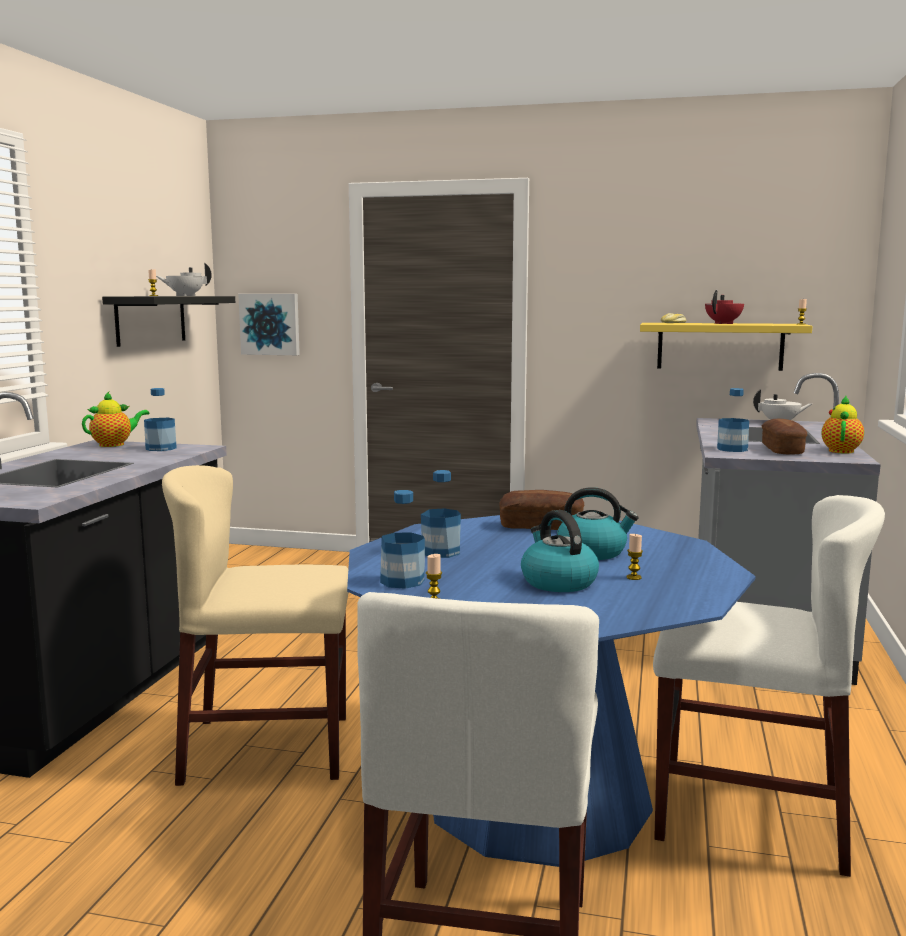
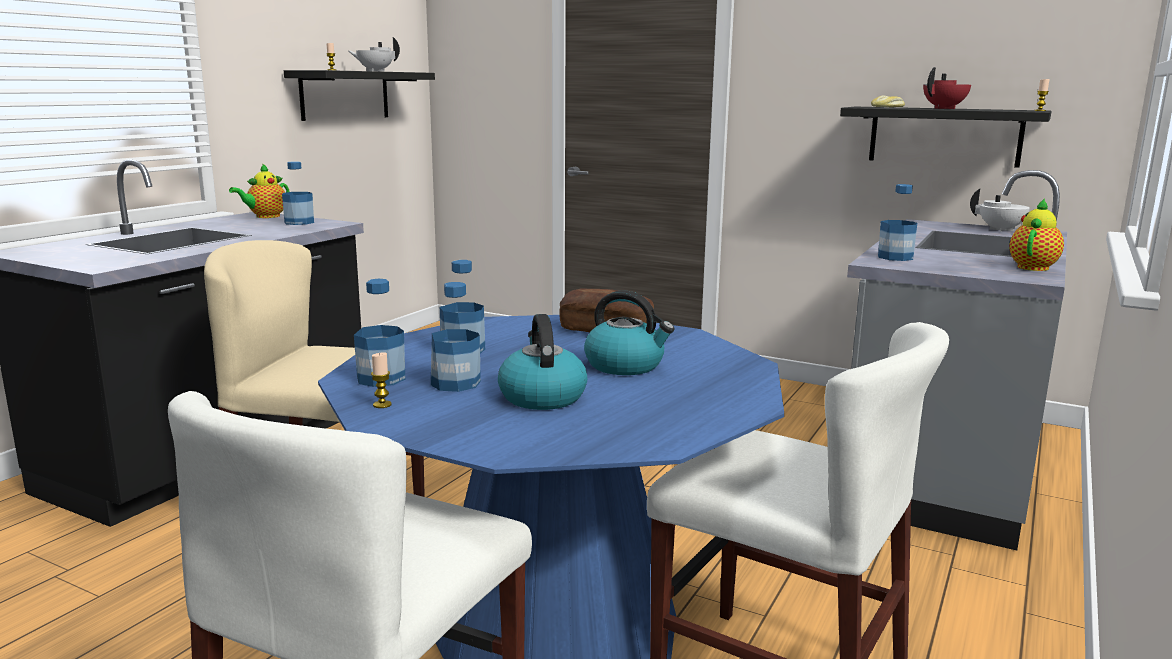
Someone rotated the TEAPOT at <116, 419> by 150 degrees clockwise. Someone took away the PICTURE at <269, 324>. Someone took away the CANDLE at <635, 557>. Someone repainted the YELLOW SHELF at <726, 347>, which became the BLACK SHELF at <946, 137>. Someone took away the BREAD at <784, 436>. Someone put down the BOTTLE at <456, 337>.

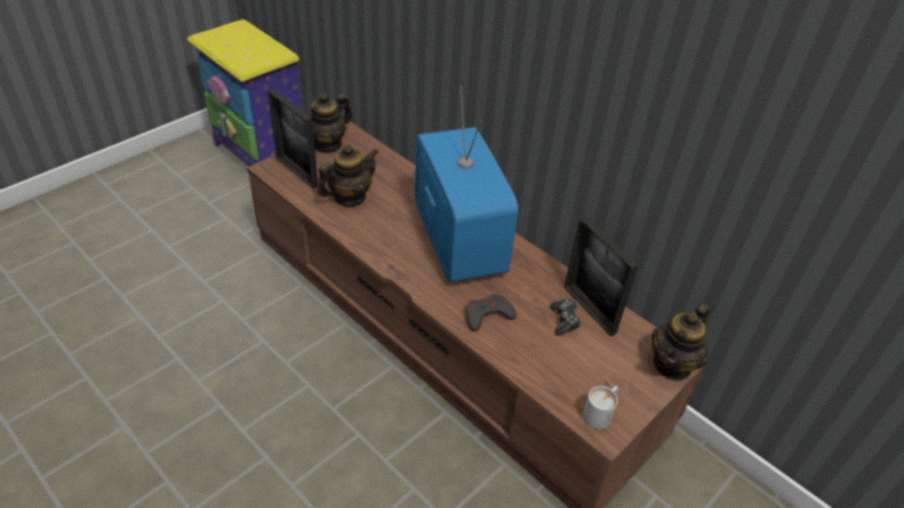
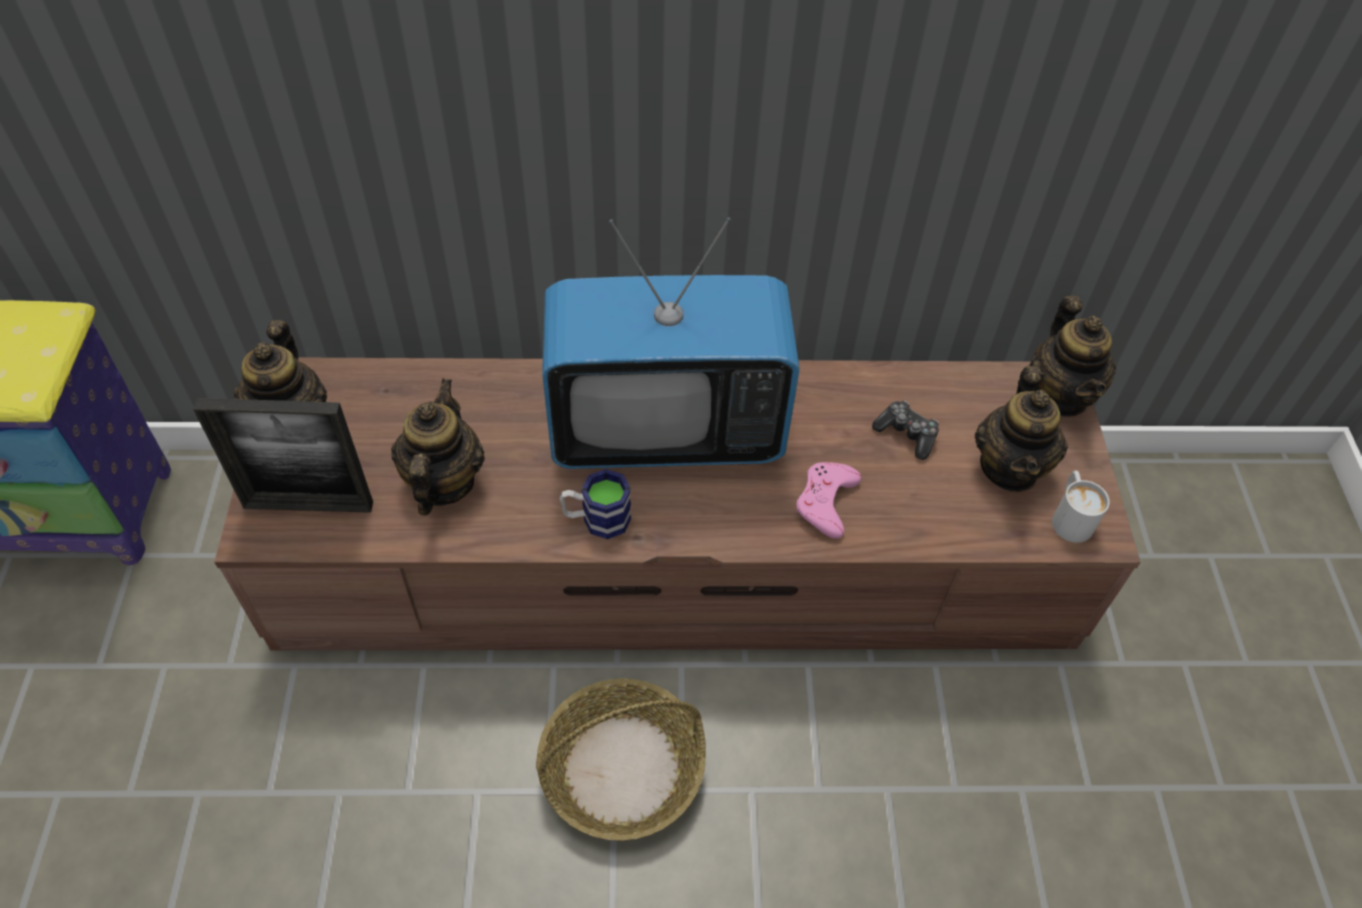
Someone rotated the TELEVISION at <466, 184> by 150 degrees clockwise. Someone repainted the GREY GAME CONTROLLER at <491, 312>, which became the PINK GAME CONTROLLER at <828, 500>. Someone took away the PICTURE FRAME at <601, 276>. Someone put down the BASKET at <621, 759>. Someone put down the MUG at <595, 504>. Someone put down the TEAPOT at <1021, 429>.

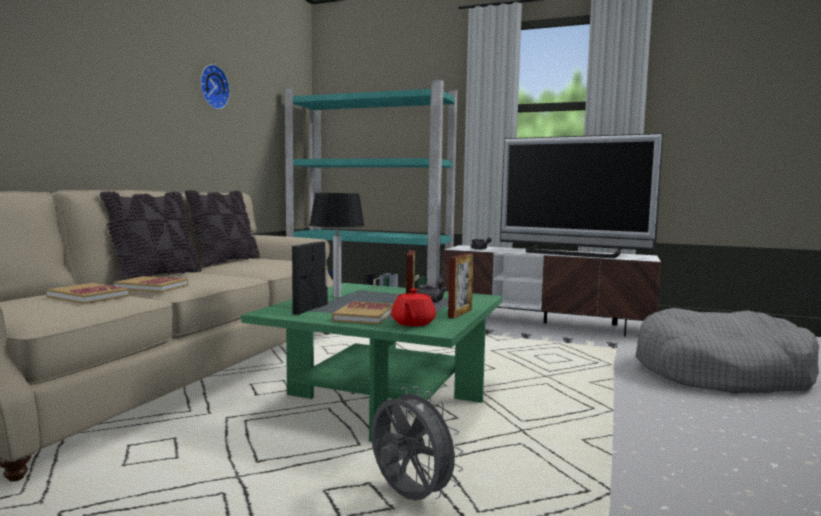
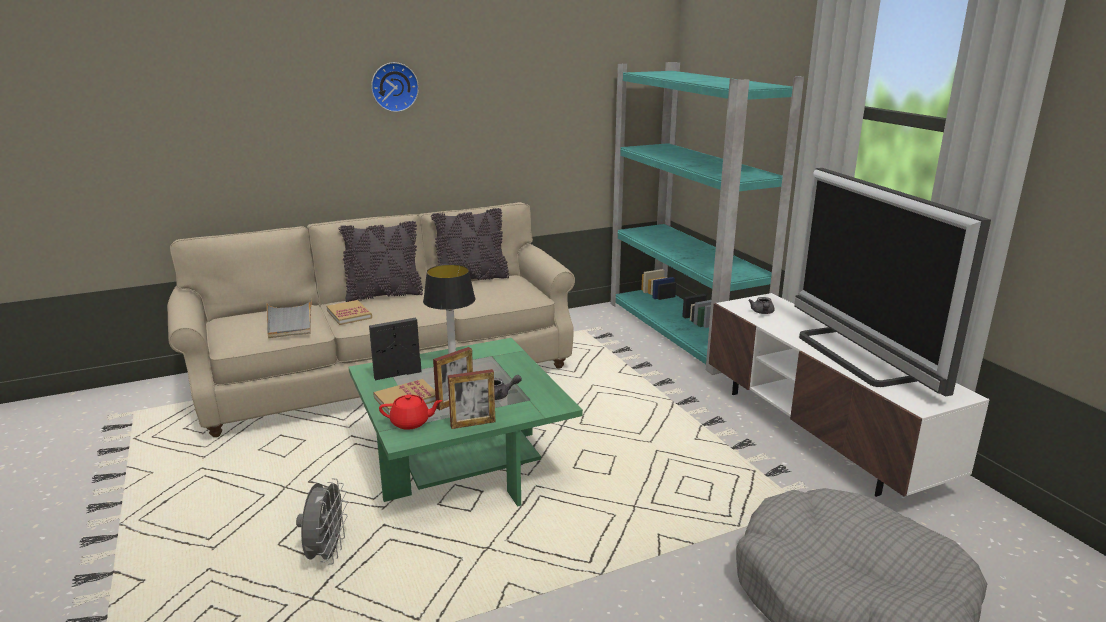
Someone swapped the BOOK at <88, 293> for the GREY TRAY at <289, 318>. Someone carried the WALL CLOCK from <215, 86> to <395, 87>. Someone rotated the RED TEAPOT at <413, 307> by 150 degrees counterclockwise.

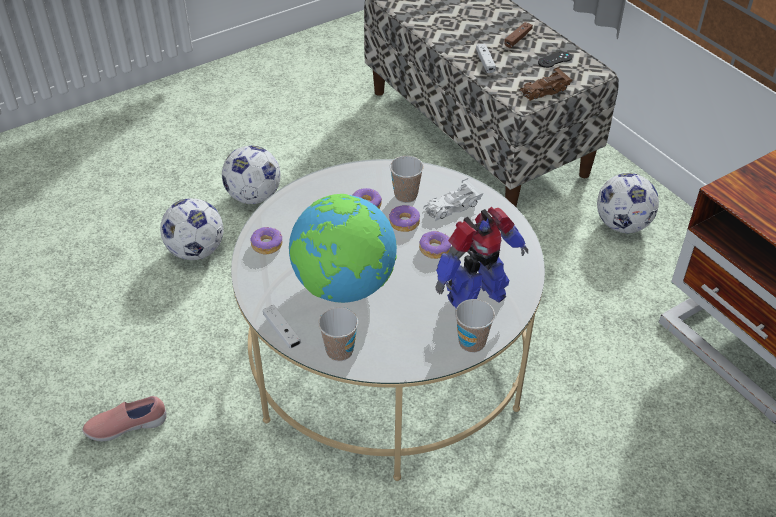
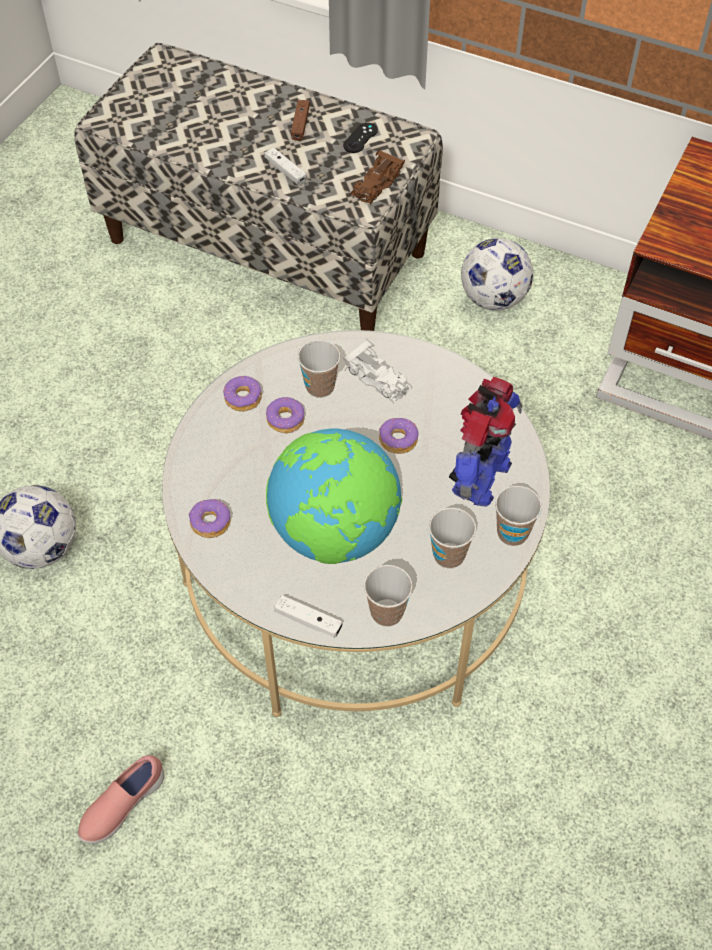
Someone took away the FOOTBALL at <251, 175>. Someone carried the DONUT from <404, 218> to <242, 393>. Someone rotated the WHITE TOY CAR at <453, 199> by 75 degrees counterclockwise. Someone put down the CUP at <452, 538>.

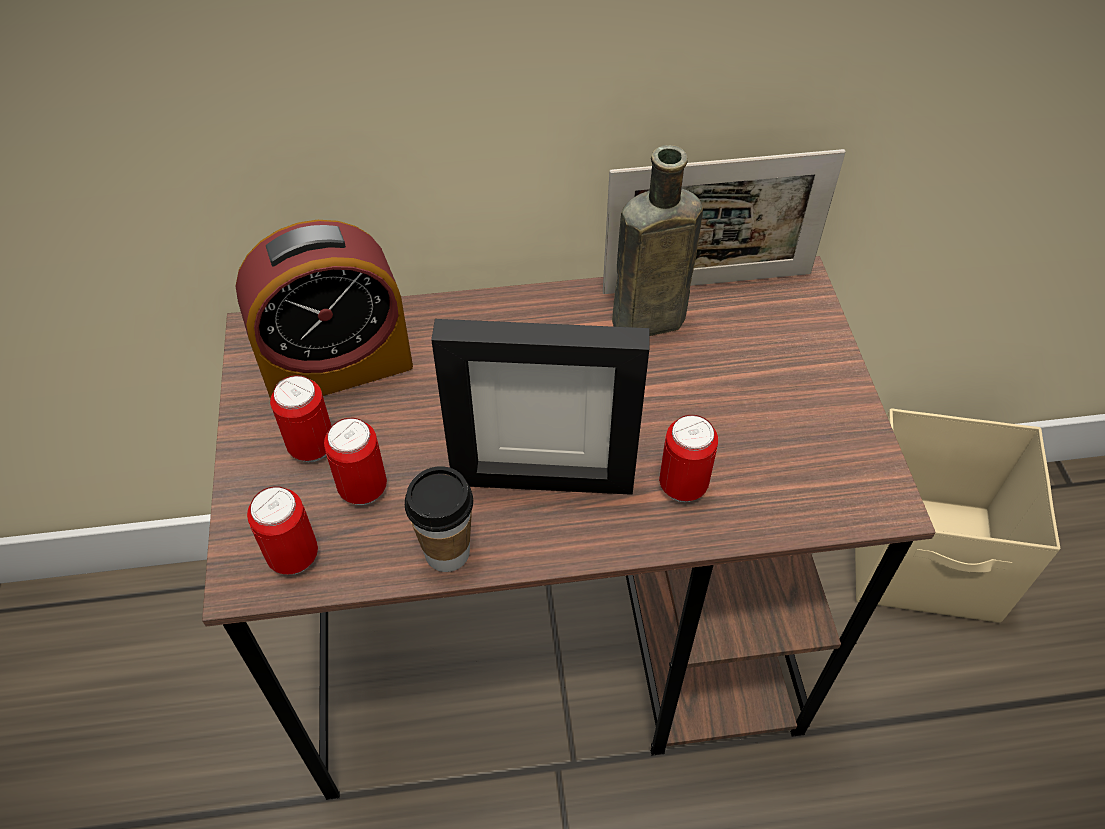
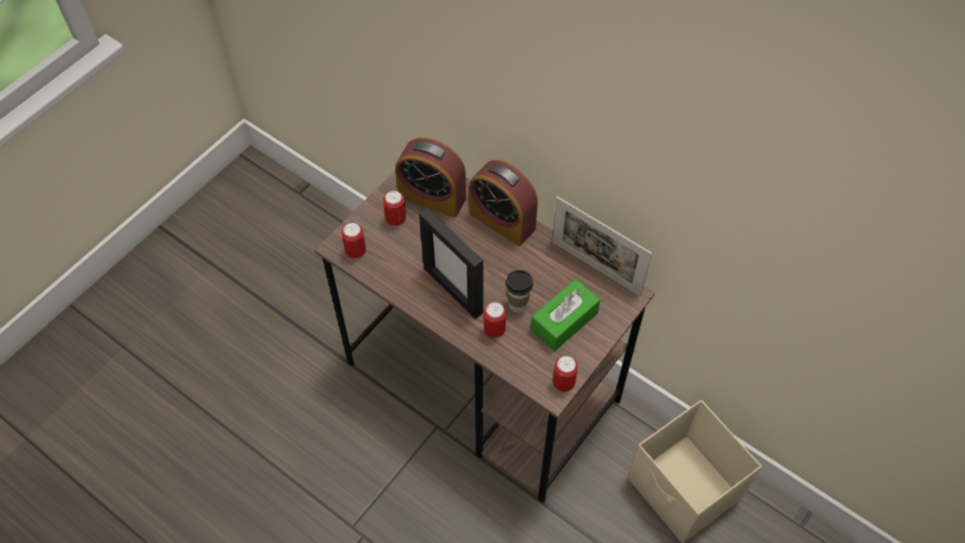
Someone carried the CAN from <355, 461> to <565, 374>. Someone carried the CUP from <439, 519> to <519, 291>. Someone took away the BROWN BOTTLE at <657, 240>. Someone put down the ALARM CLOCK at <503, 203>. Someone put down the GREEN TISSUE BOX at <565, 315>.

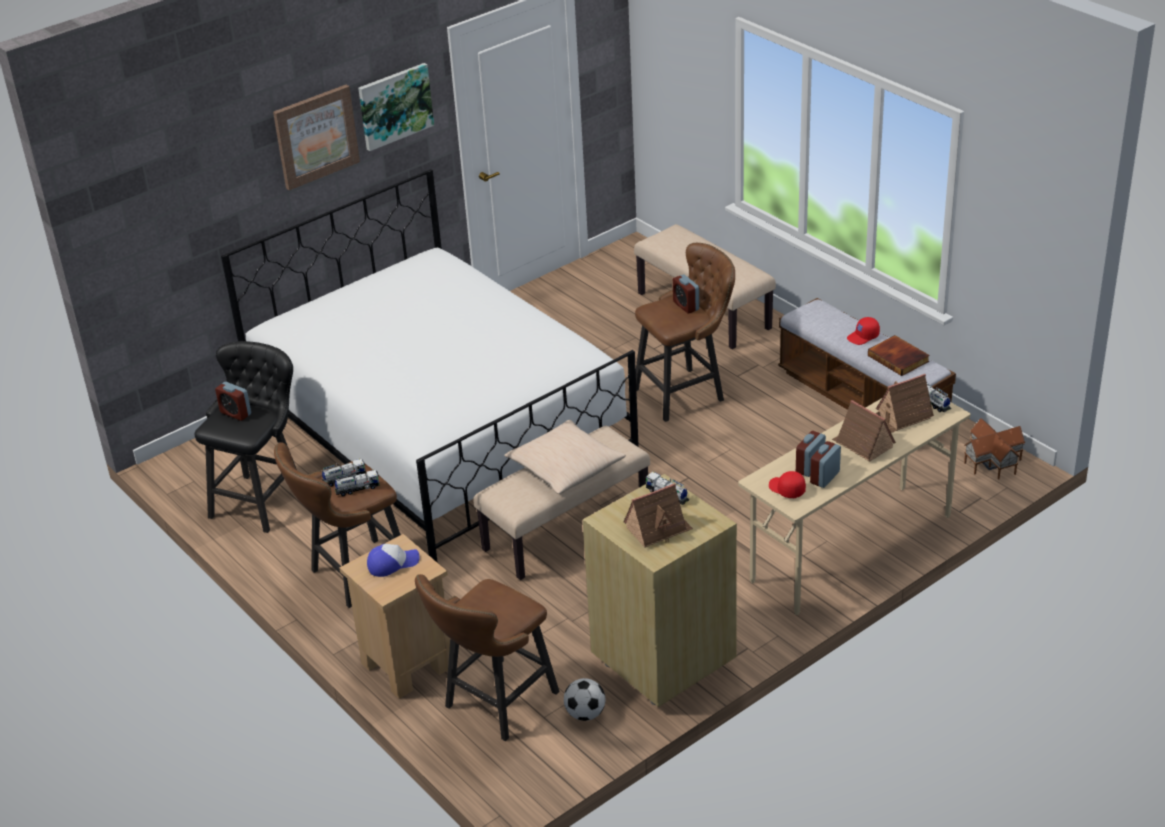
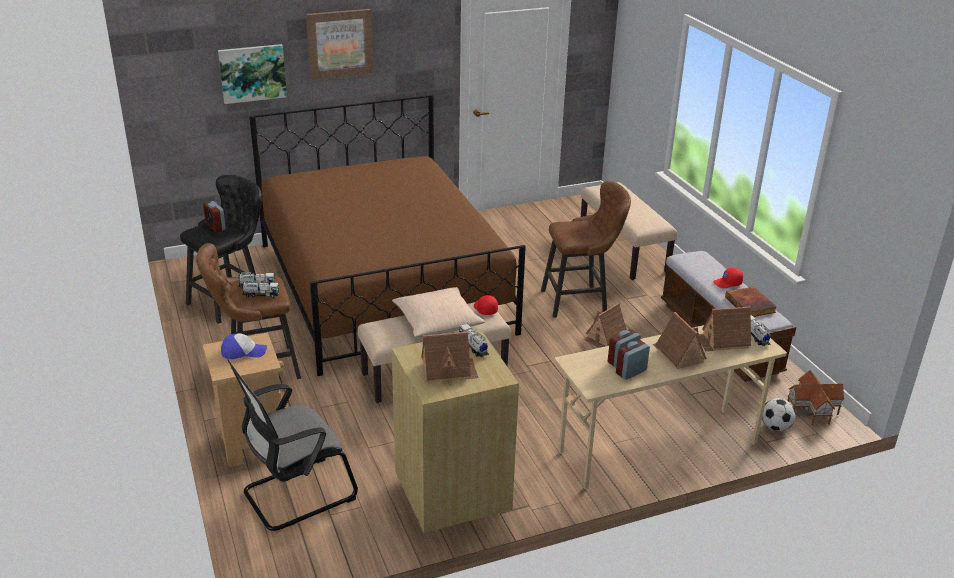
Someone repainted the WHITE BED at <430, 366>, which became the BROWN BED at <387, 235>. Someone carried the PICTURE from <396, 107> to <252, 74>. Someone swapped the BROWN STOOL at <487, 657> for the CHAIR at <292, 445>. Someone carried the FOOTBALL from <584, 699> to <778, 414>. Someone took away the ALARM CLOCK at <686, 294>. Someone carried the RED CAP from <787, 484> to <486, 305>. Someone put down the TOY HOUSE at <605, 325>.

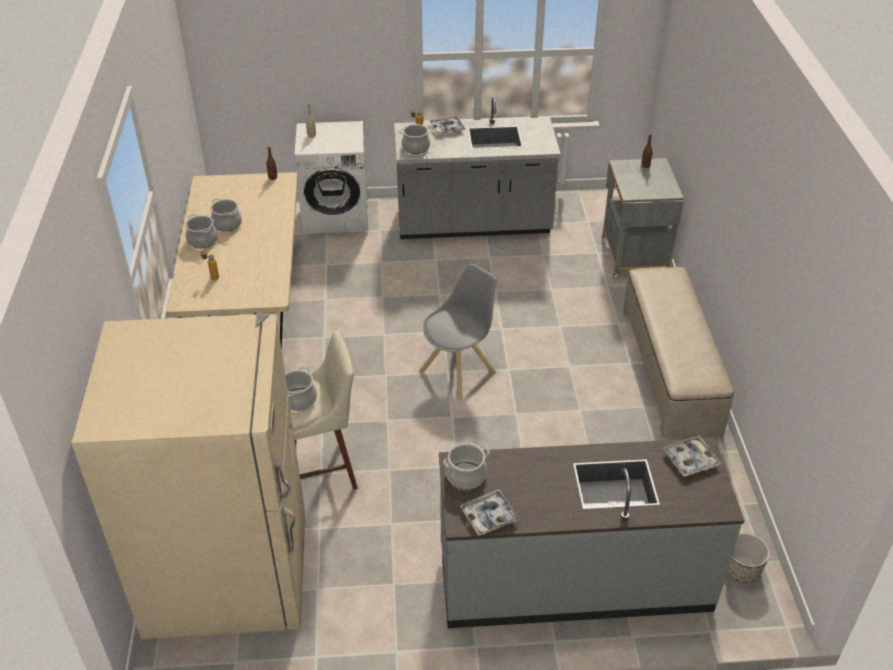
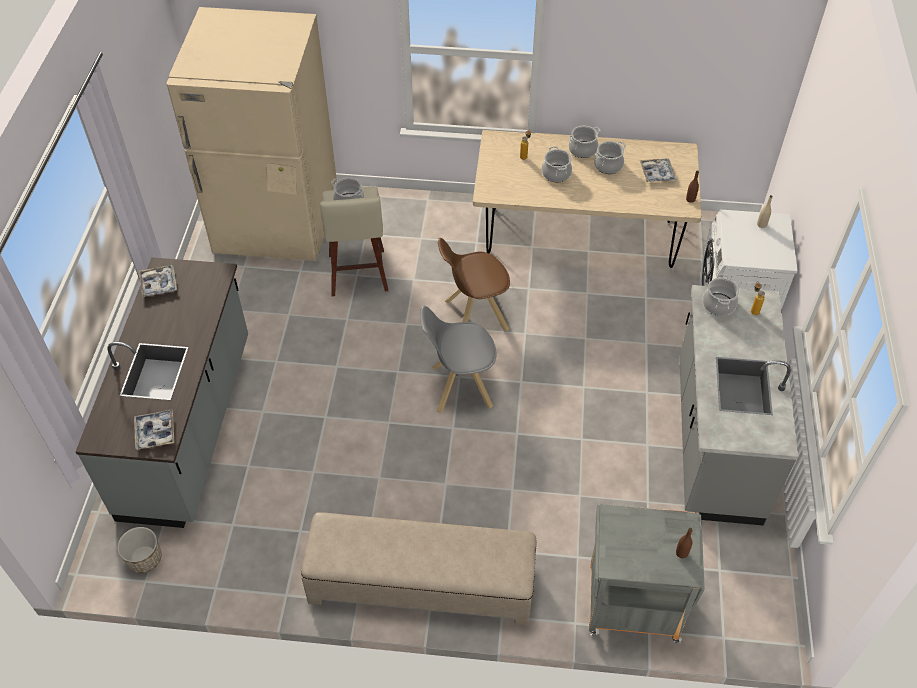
Someone rotated the GREY CHAIR at <457, 331> by 120 degrees clockwise. Someone carried the TRAY from <447, 125> to <658, 170>. Someone carried the COOKING POT from <466, 466> to <557, 164>. Someone put down the BROWN CHAIR at <474, 285>.

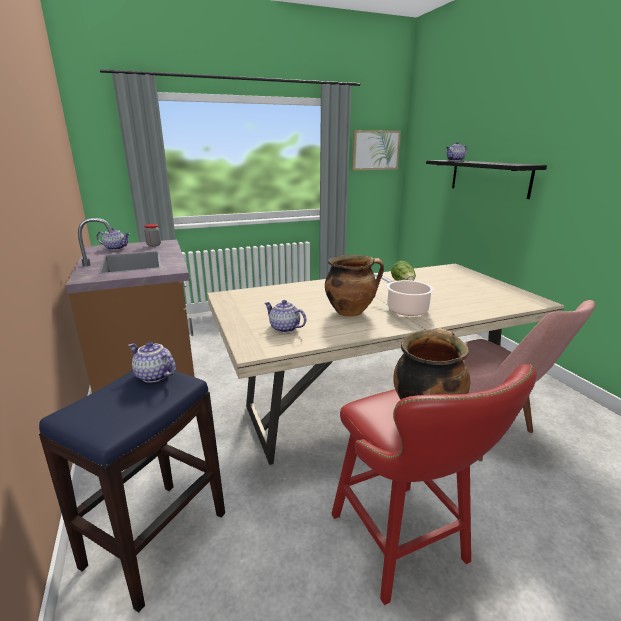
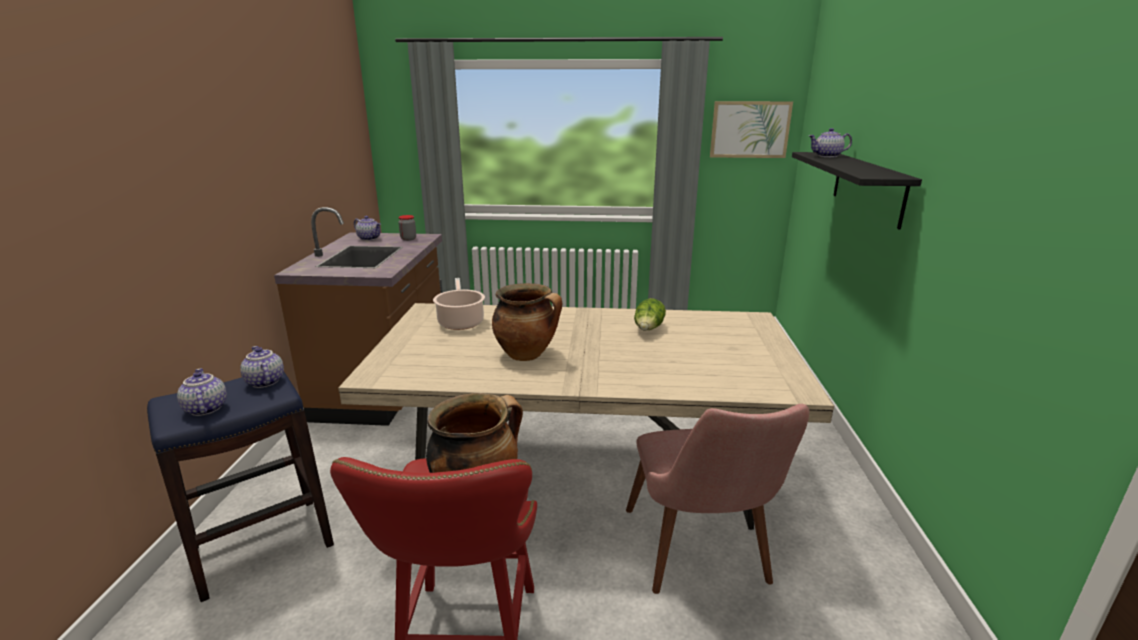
Someone carried the TEAPOT from <285, 316> to <202, 392>. Someone carried the COOKING POT from <404, 294> to <459, 304>.

